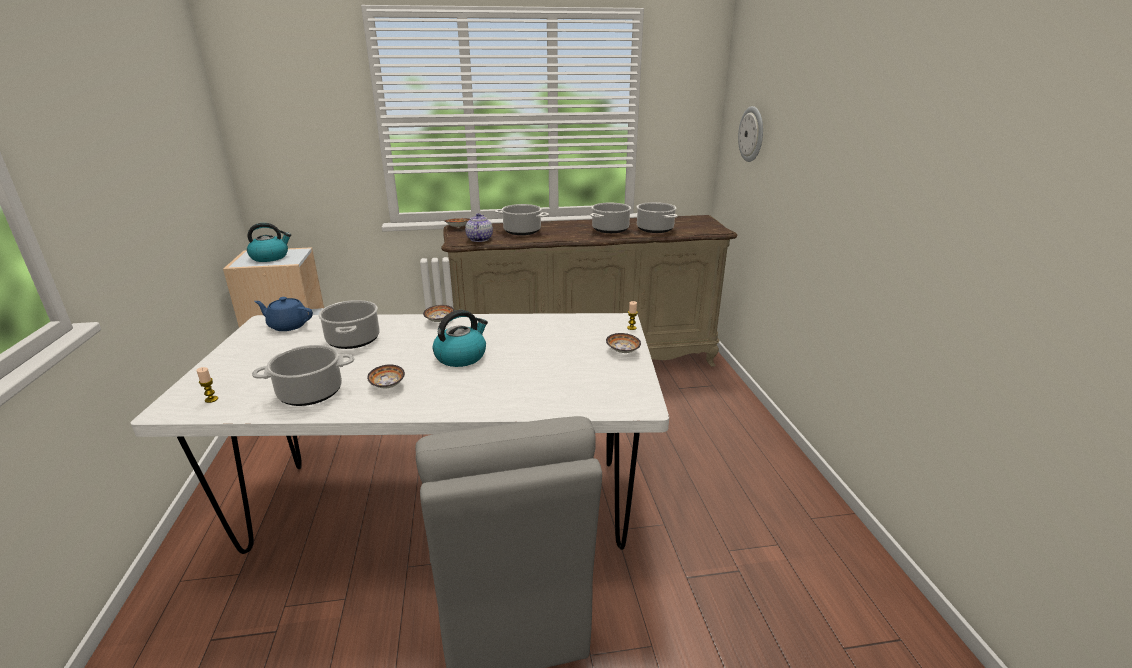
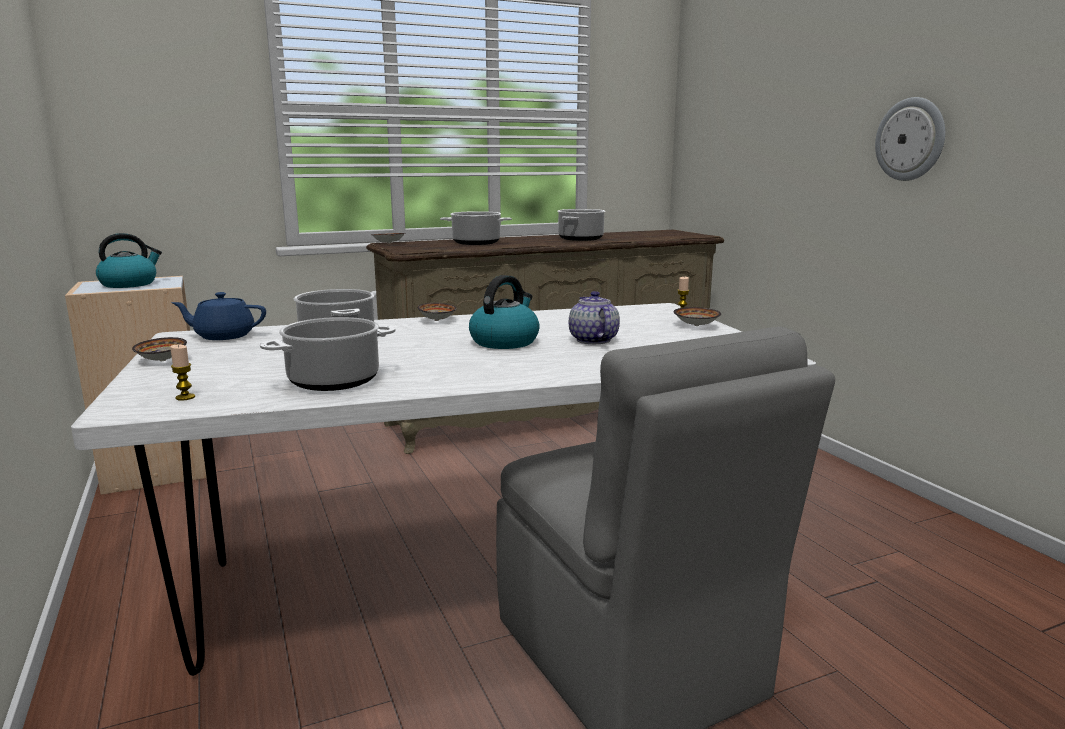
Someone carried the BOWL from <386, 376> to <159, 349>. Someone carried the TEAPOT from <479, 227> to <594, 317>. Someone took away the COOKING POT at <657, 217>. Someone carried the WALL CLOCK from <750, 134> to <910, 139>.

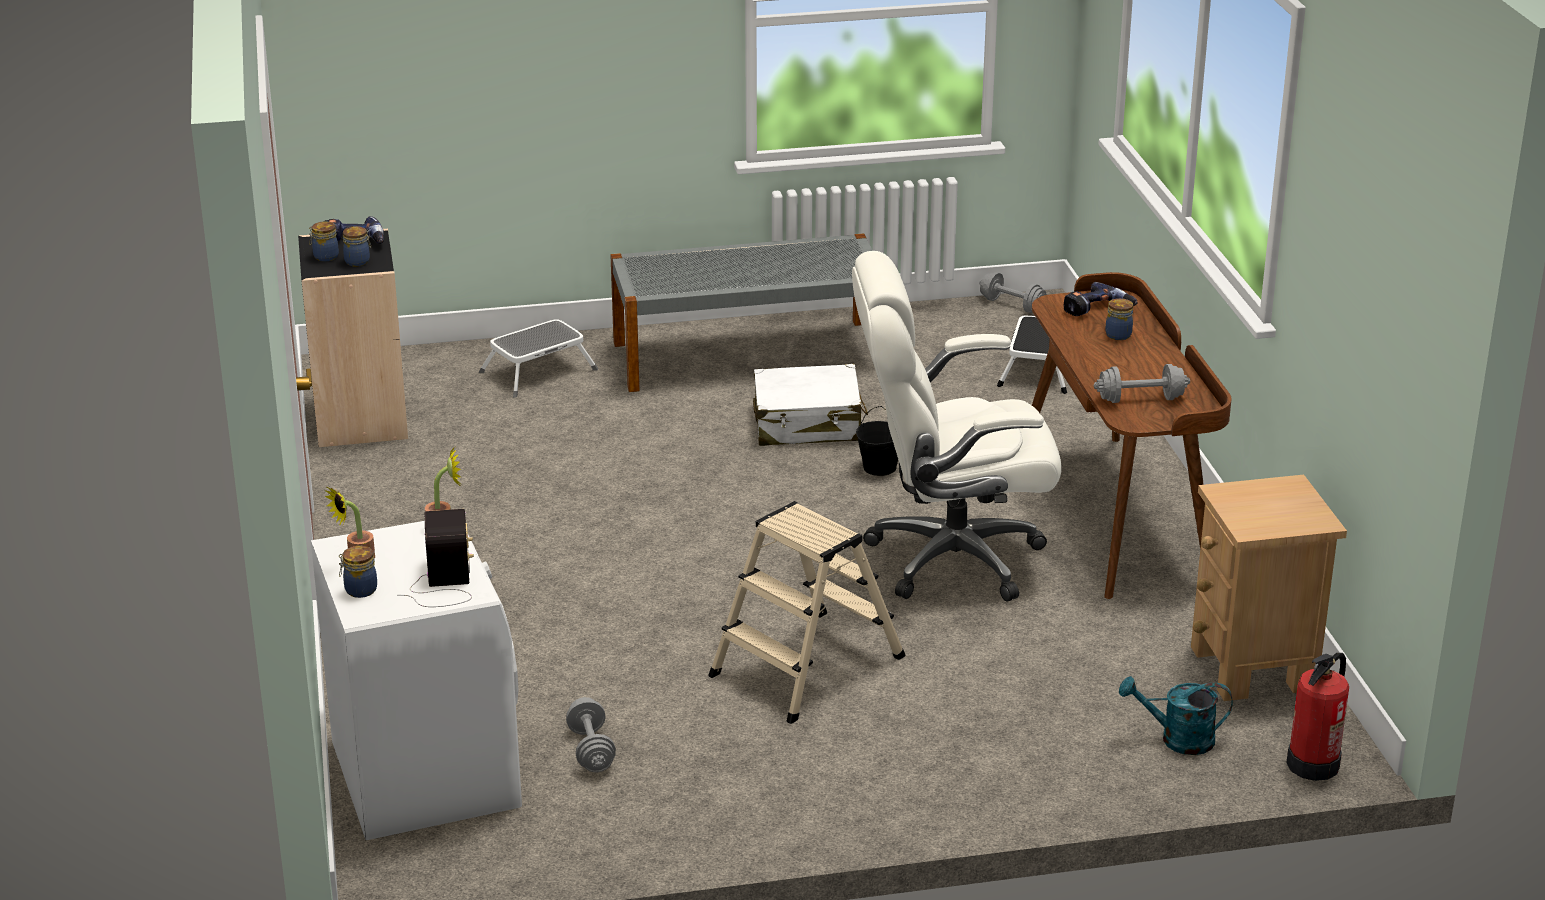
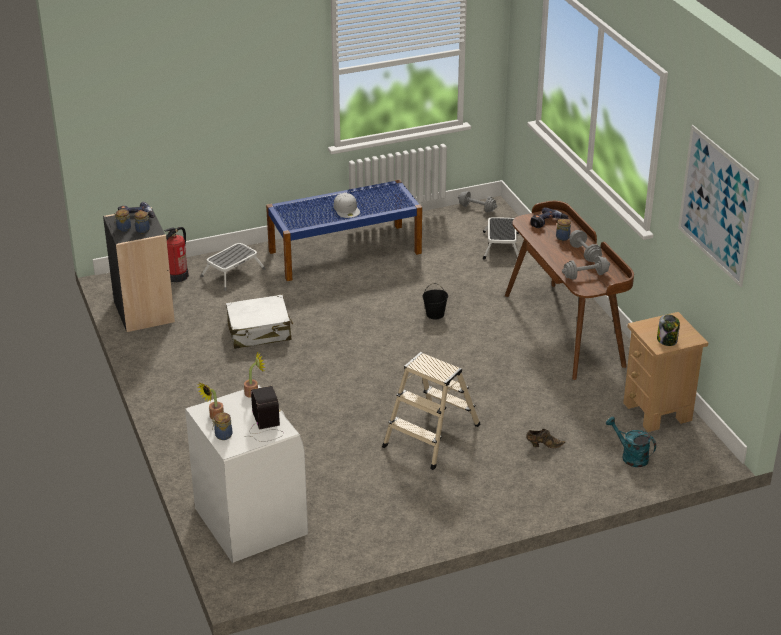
Someone carried the GREY DUMBBELL from <591, 734> to <585, 246>. Someone repainted the GREY BENCH at <741, 312>, which became the BLUE BENCH at <344, 230>. Someone carried the WHITE SUITCASE from <810, 405> to <259, 322>. Someone took away the WHITE OFFICE CHAIR at <956, 426>. Someone rotated the TURQUOISE WATERING CAN at <1176, 715> by 45 degrees clockwise. Someone carried the FIRE EXTINGUISHER from <1317, 717> to <176, 254>. Someone put down the WHITE CAP at <347, 205>. Someone put down the BROWN SHOE at <545, 438>. Someone put down the JAR at <668, 330>. Someone put up the PICTURE at <719, 206>.

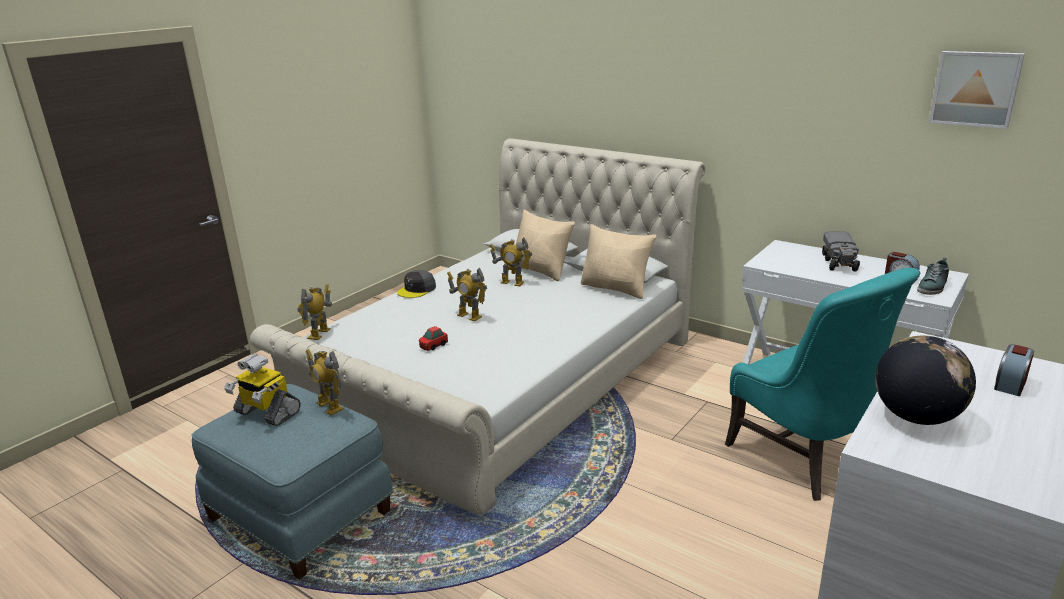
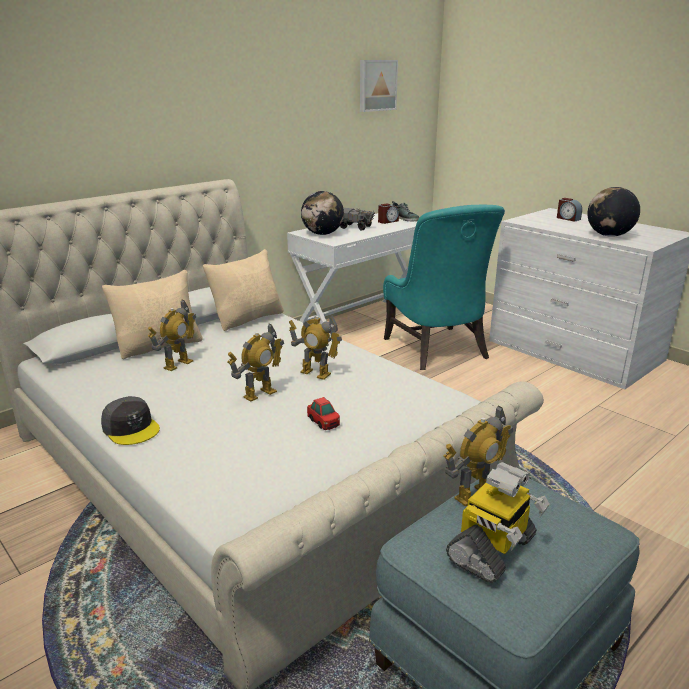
Someone carried the TOY ROBOT from <314, 312> to <315, 347>. Someone rotated the TURQUOISE CHAIR at <822, 384> by 90 degrees clockwise. Someone put down the GLOBE at <322, 213>.

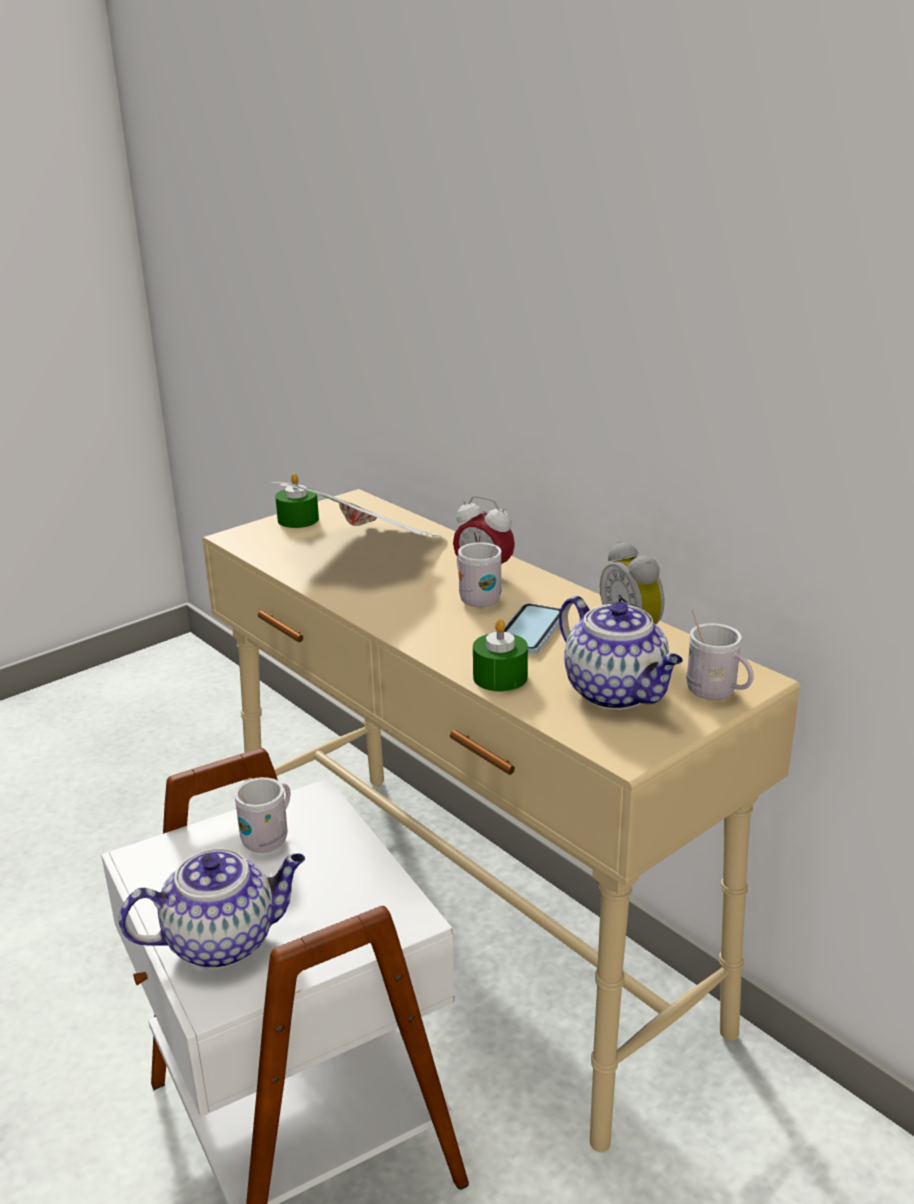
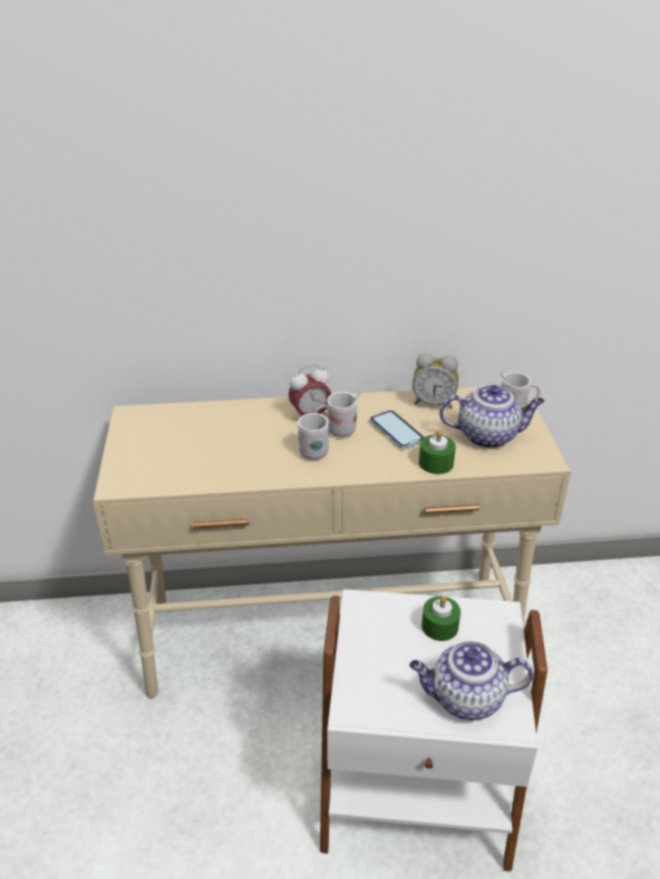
Someone rotated the TEAPOT at <212, 908> by 105 degrees counterclockwise. Someone carried the WHITE MUG from <262, 815> to <313, 436>. Someone took away the NEWSPAPER at <358, 510>. Someone carried the GREEN CANDLE from <297, 500> to <441, 618>.

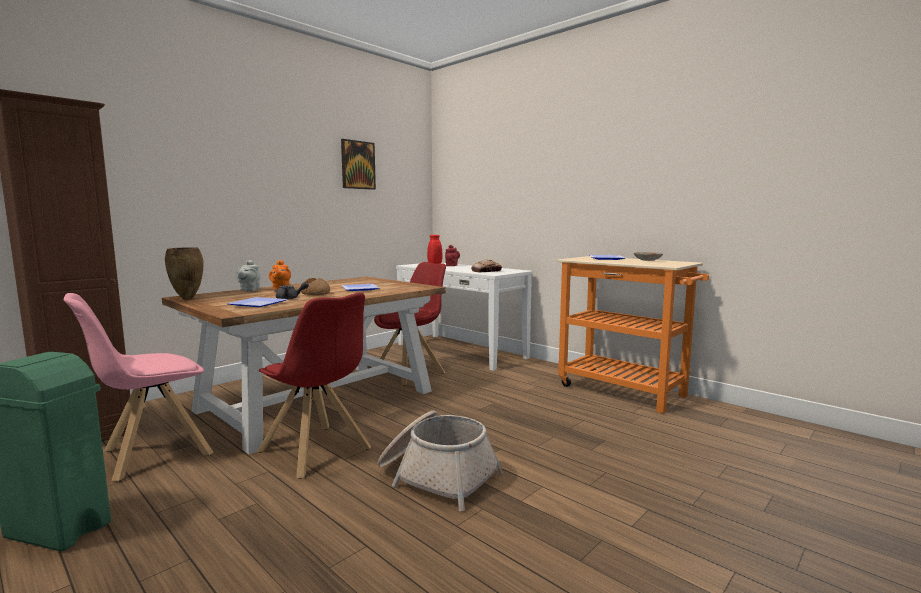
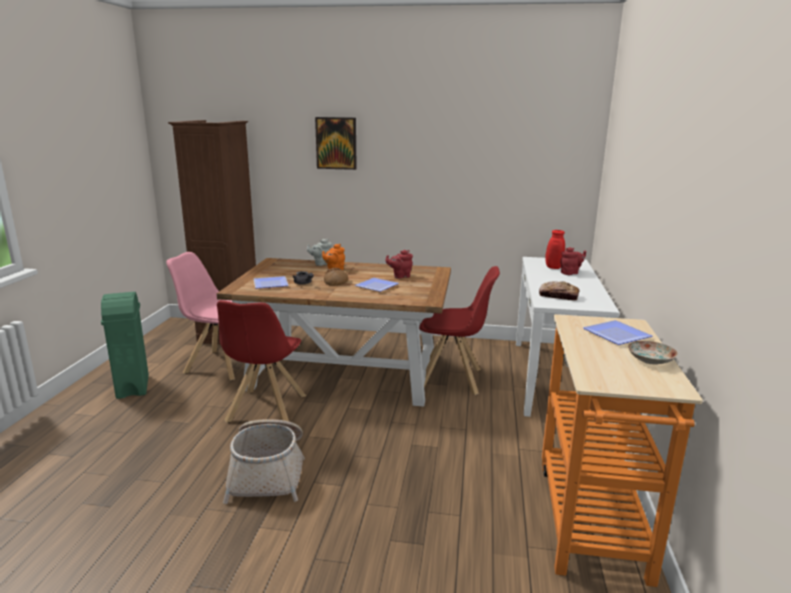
Someone took away the BROWN VASE at <184, 273>. Someone carried the PICTURE from <358, 164> to <336, 143>. Someone put down the RED TEAPOT at <399, 264>.

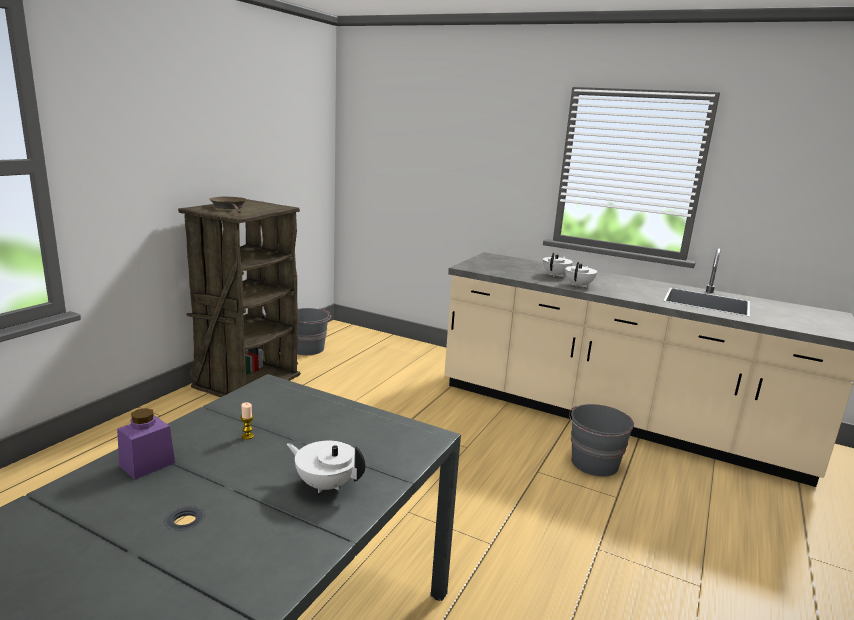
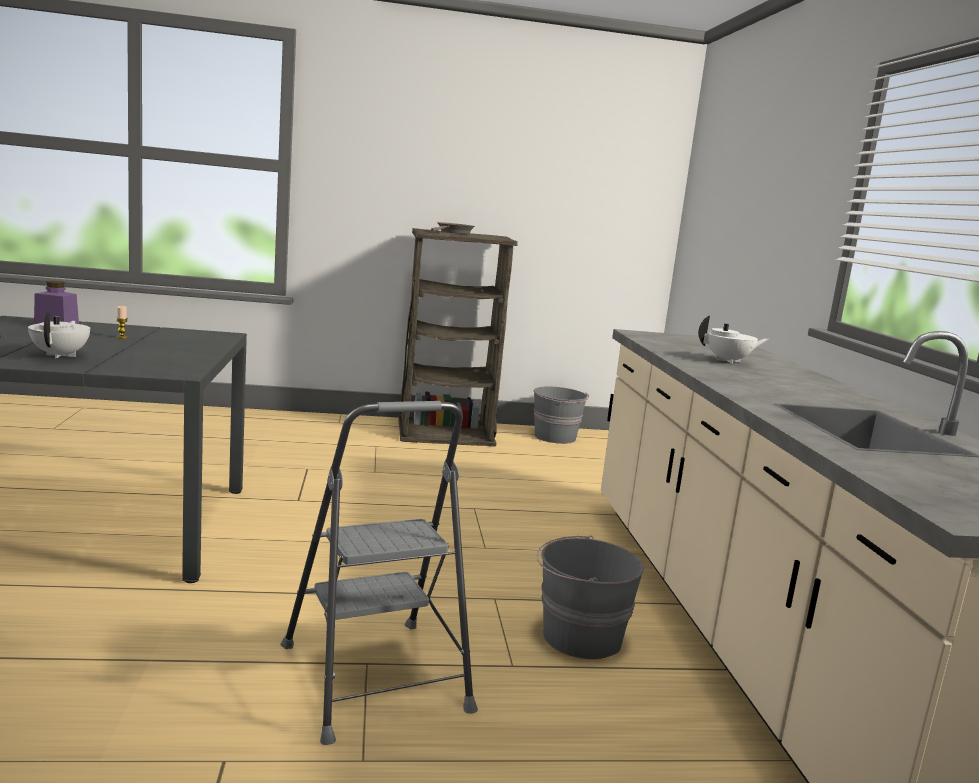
Someone took away the WHITE TEAPOT at <581, 274>. Someone put down the GREY STEP LADDER at <379, 573>.

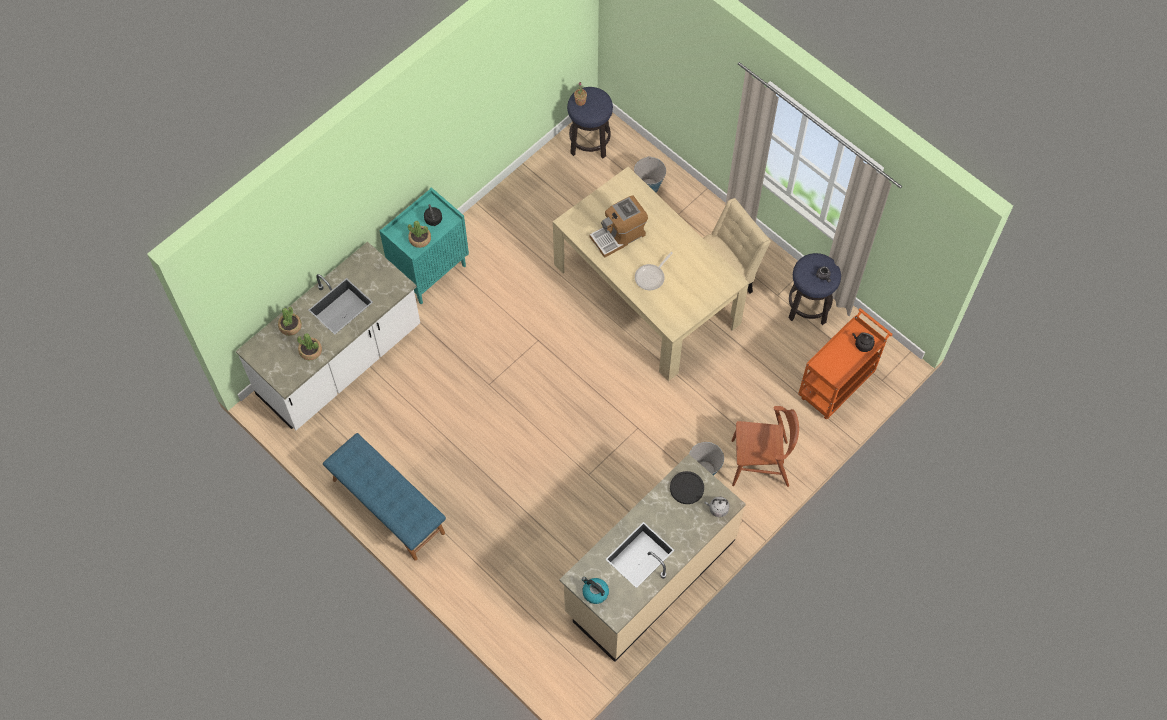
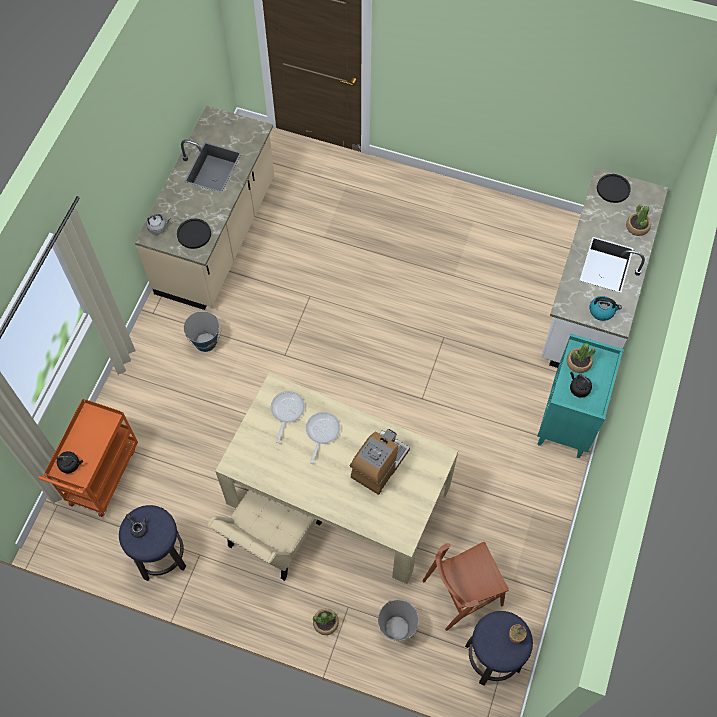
Someone carried the POTTED PLANT from <309, 346> to <326, 622>. Someone took away the BLUE BENCH at <384, 497>. Someone carried the KETTLE from <595, 590> to <606, 308>. Someone carried the BROWN CHAIR from <765, 446> to <466, 586>. Someone put down the FRYING PAN at <288, 417>. Someone put down the BLACK PLATE at <614, 188>.

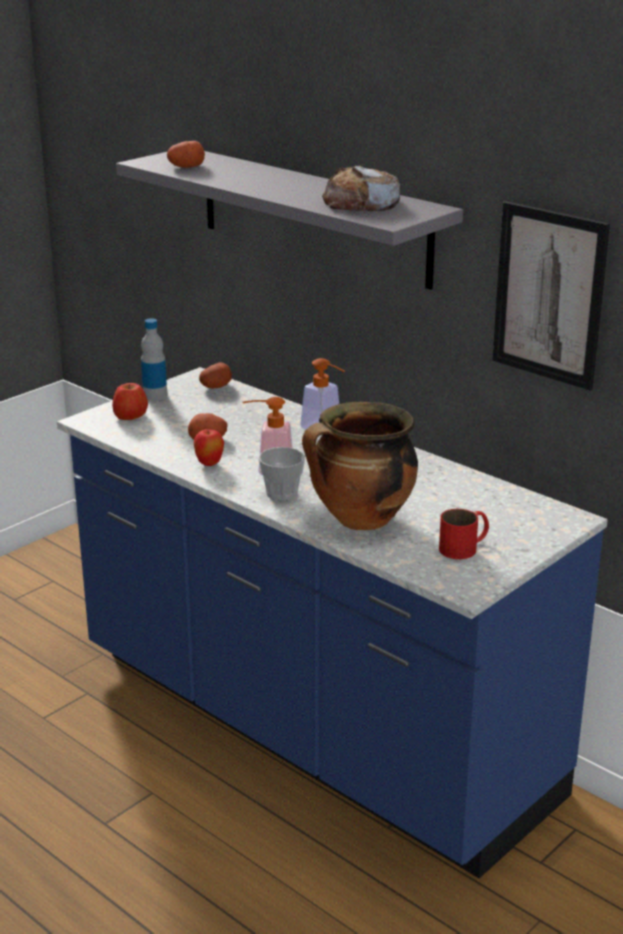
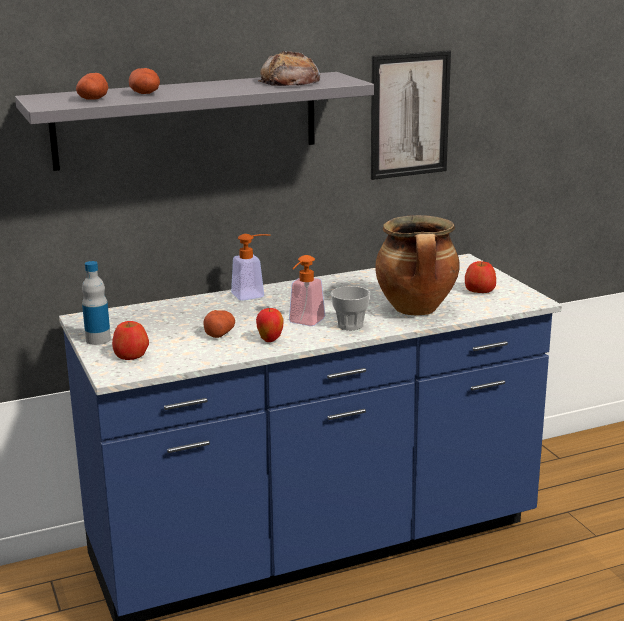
Someone carried the POTATO from <215, 375> to <144, 81>. Someone swapped the RED MUG at <464, 534> for the APPLE at <480, 277>.

